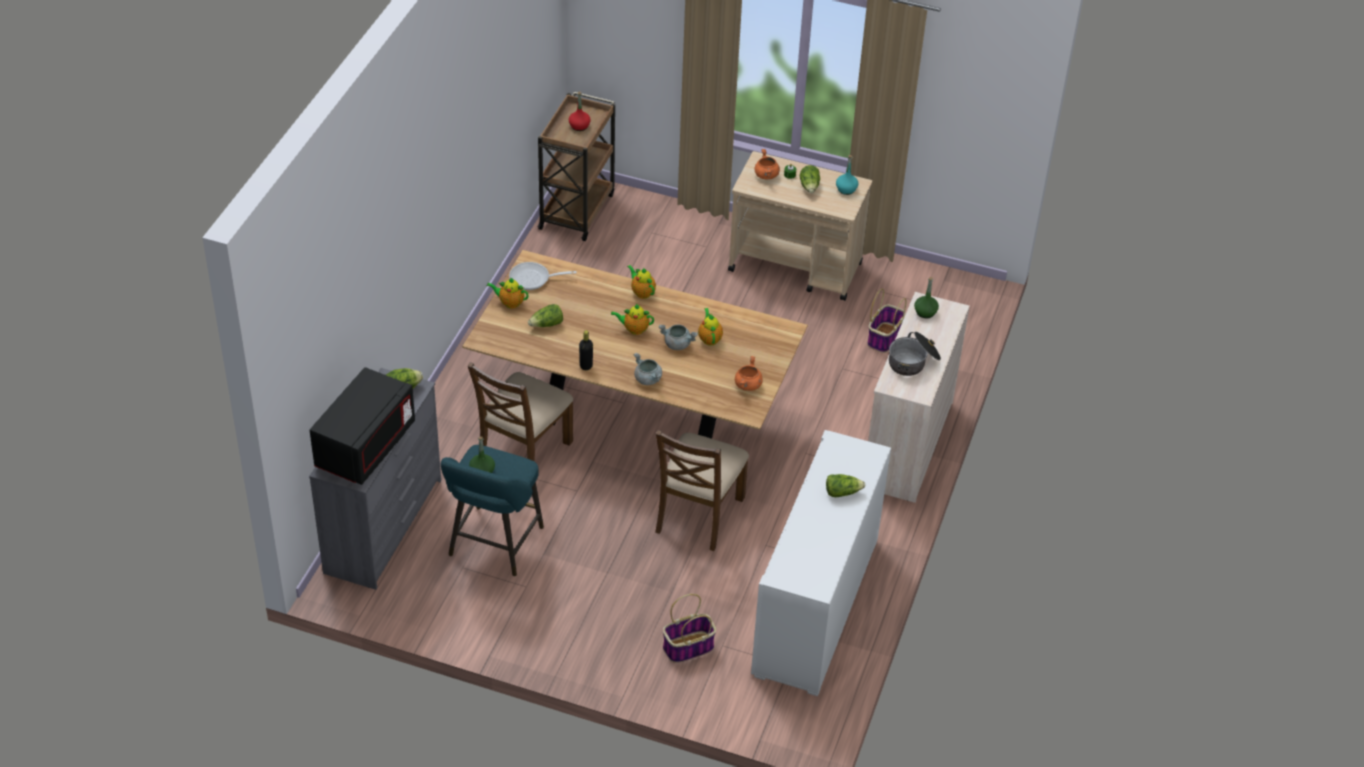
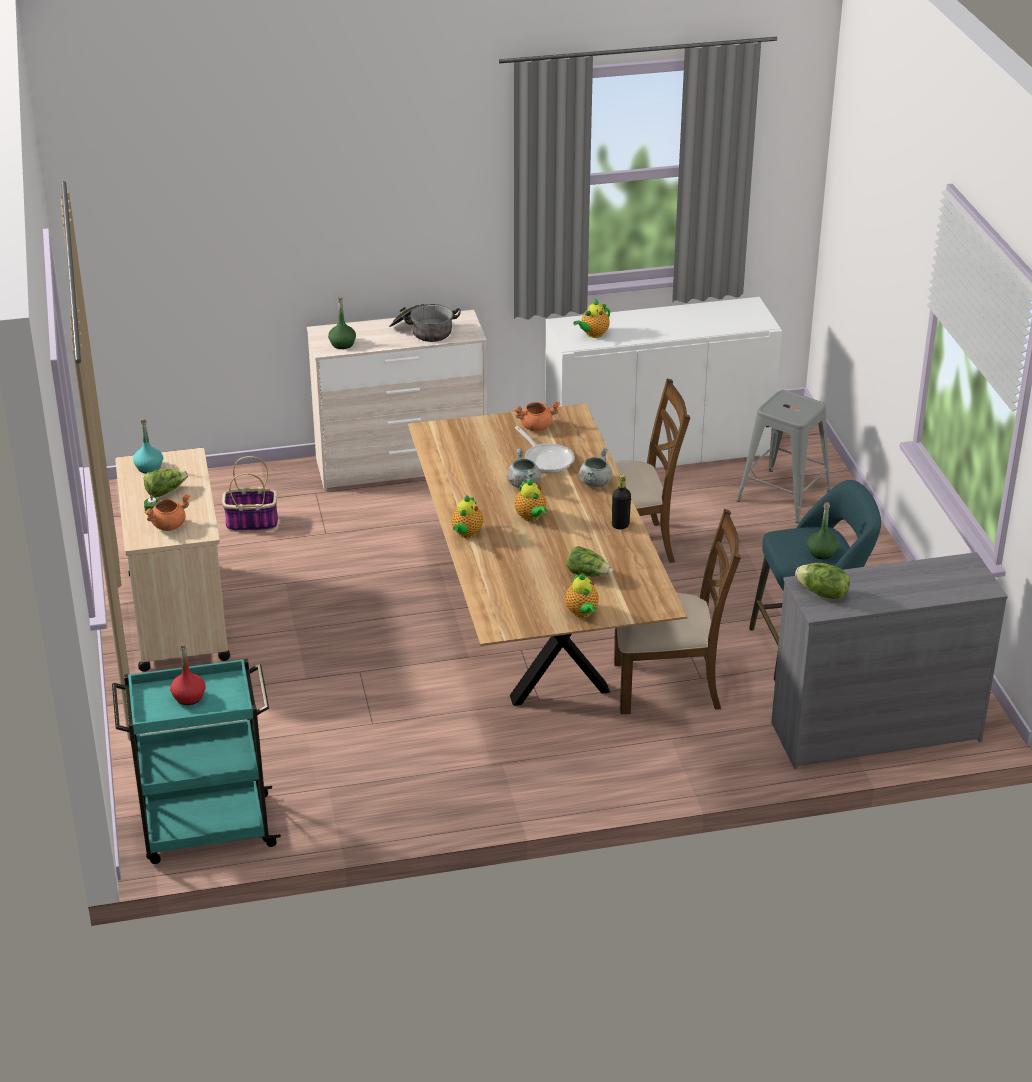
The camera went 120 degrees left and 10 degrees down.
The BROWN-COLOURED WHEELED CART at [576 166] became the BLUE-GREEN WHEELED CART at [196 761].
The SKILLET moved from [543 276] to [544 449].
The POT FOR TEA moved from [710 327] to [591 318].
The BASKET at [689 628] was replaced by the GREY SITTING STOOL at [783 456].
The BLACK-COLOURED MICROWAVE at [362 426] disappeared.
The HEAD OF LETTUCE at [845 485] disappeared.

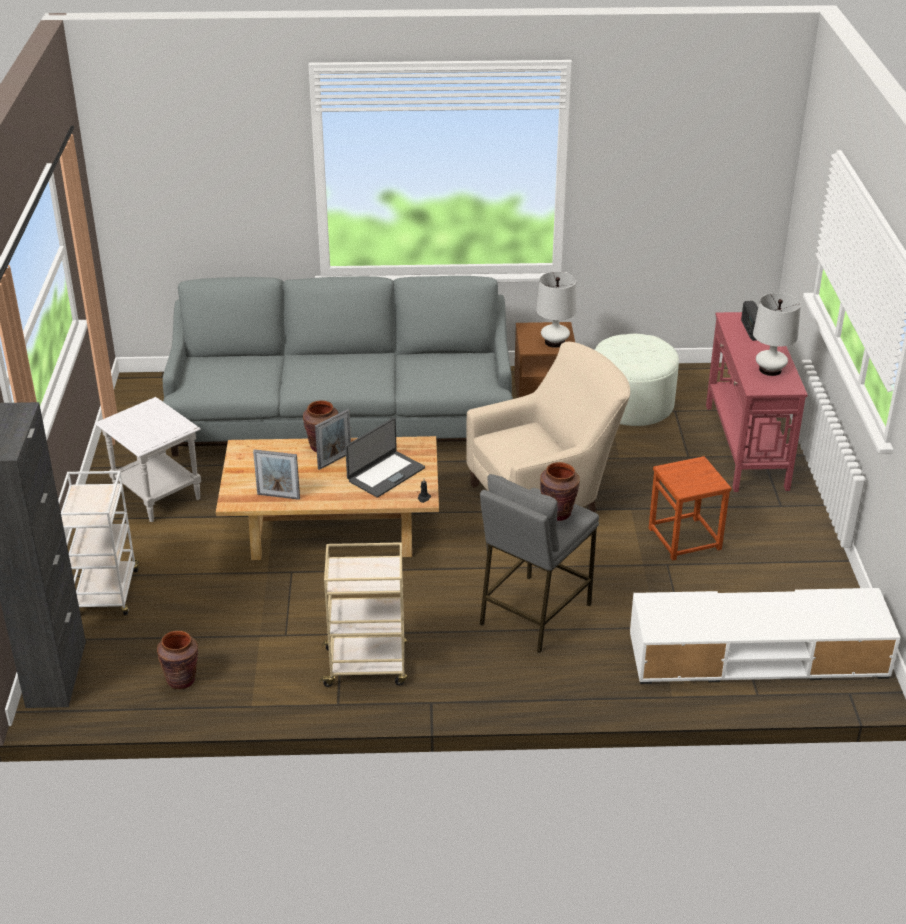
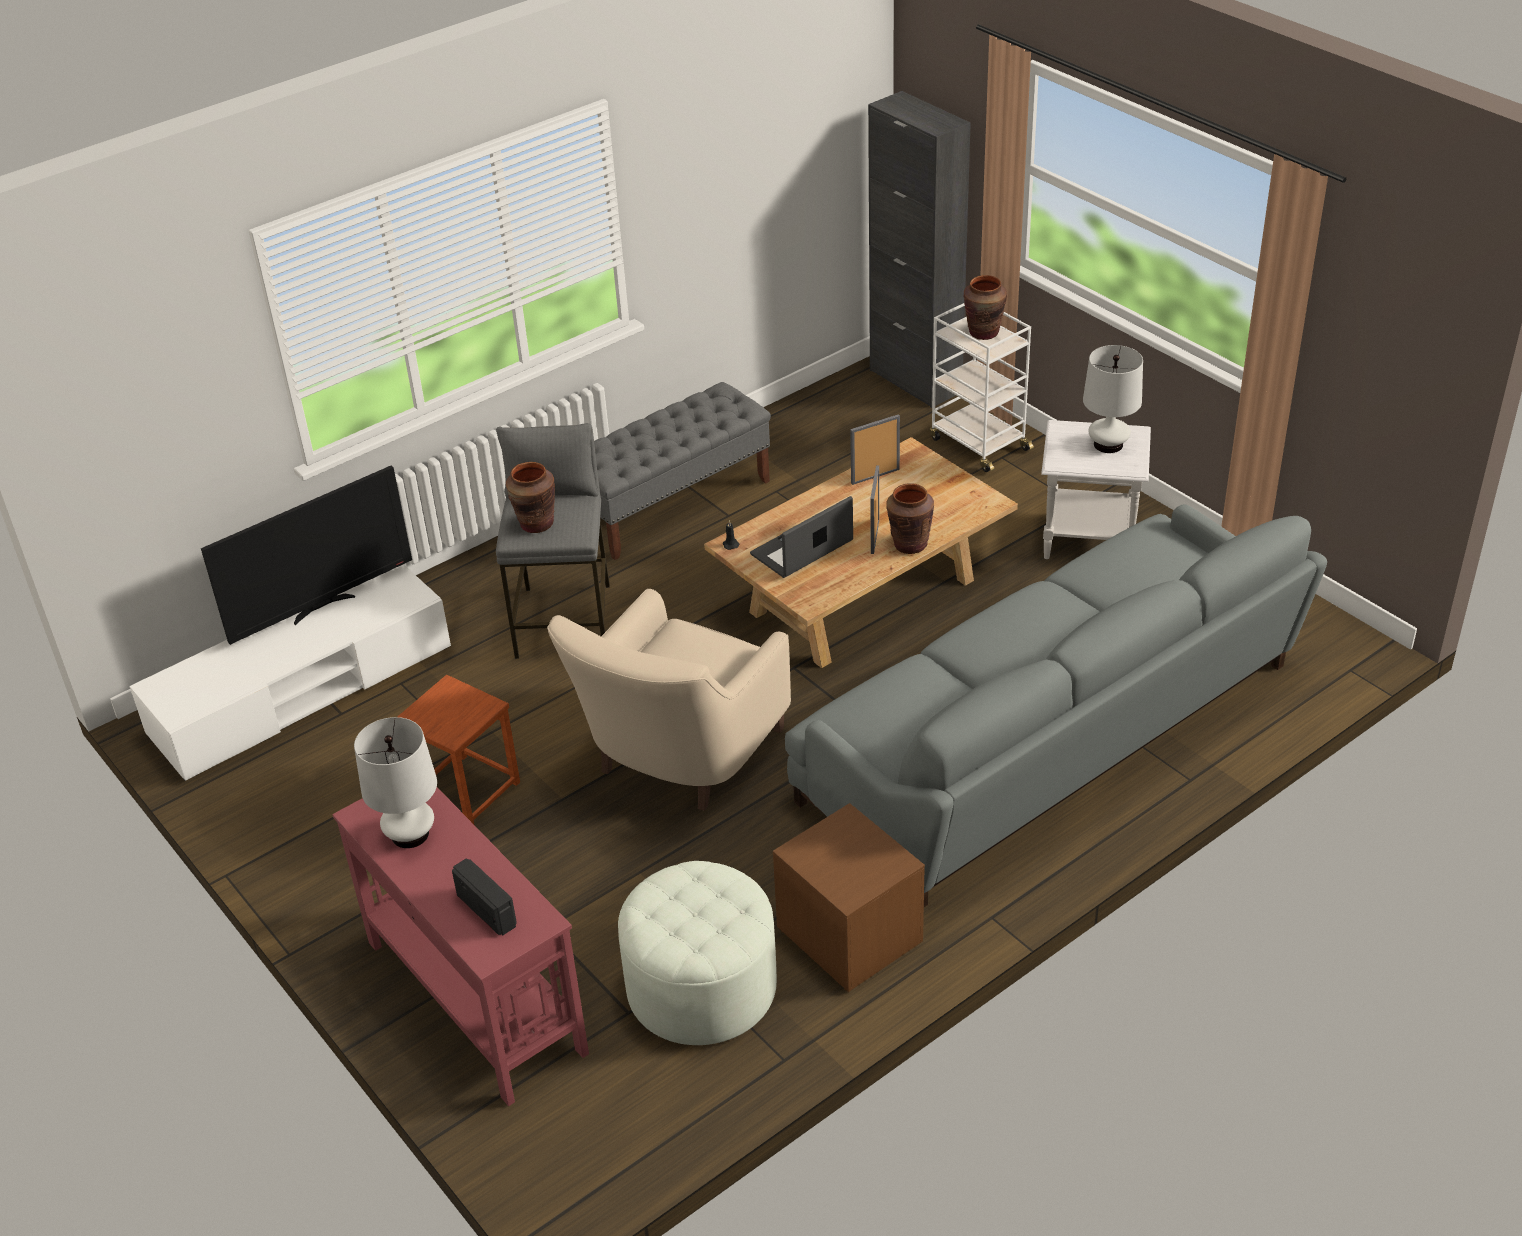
The camera went 145 degrees right and 5 degrees up.
The TV SET at [306 555] appeared.
The BEIGE WHEELED CART at [363 614] was replaced by the GREY LONG SEAT at [682 471].
The LAPTOP at [385 458] turned 45 degrees clockwise.
The BROWN-COLOURED DECORATIVE VASE moved from [177 660] to [985 307].
The WHITE-COLOURED LAMP FOR A TABLE moved from [556 310] to [1113 399].

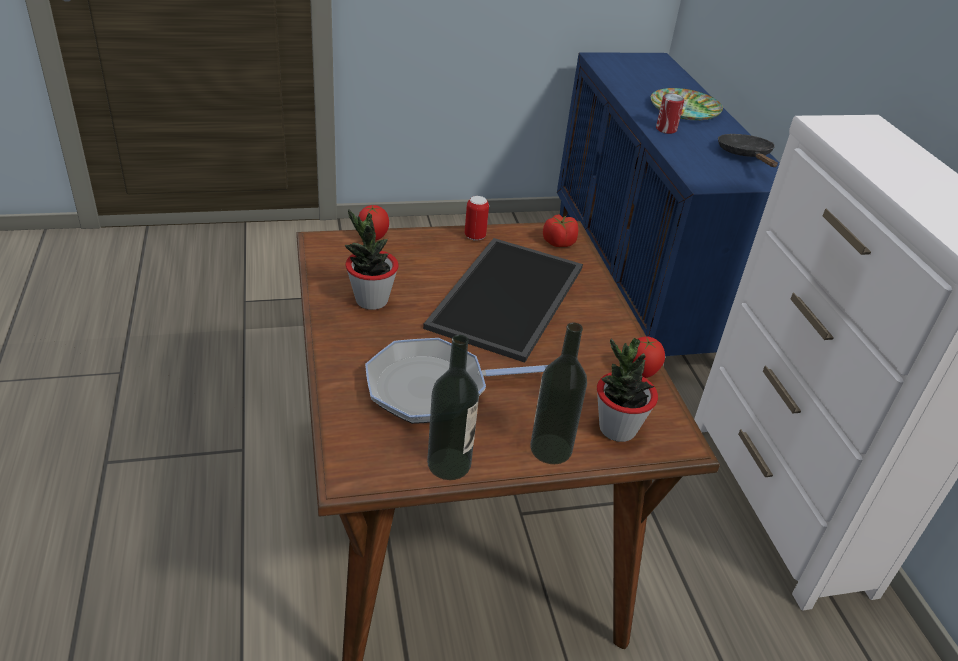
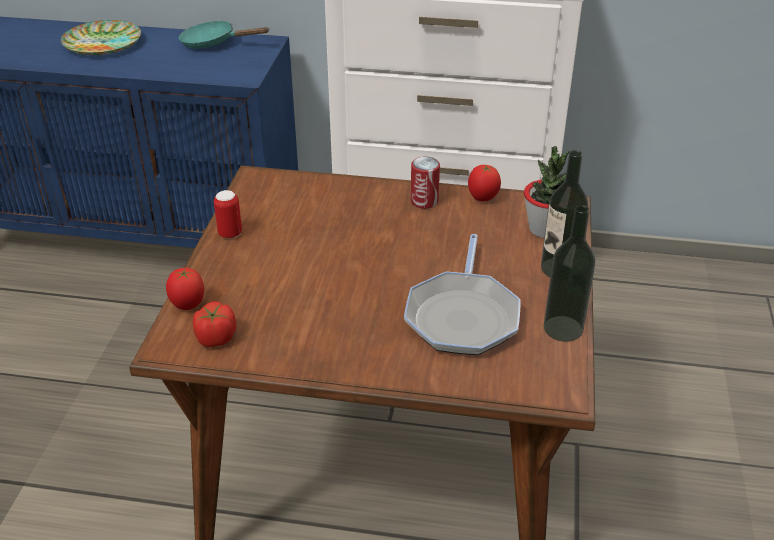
The camera went 65 degrees left and 0 degrees up.
The BLACK-COLOURED SKILLET at [748 150] became the BLUE-GREEN SKILLET at [224 34].
The WHOLE TOMATO moved from [560 230] to [214 324].
The CAN moved from [670 113] to [425 182].
The HOUSEPLANT at [372 259] disappeared.
The CARRYING TRAY at [503 300] disappeared.

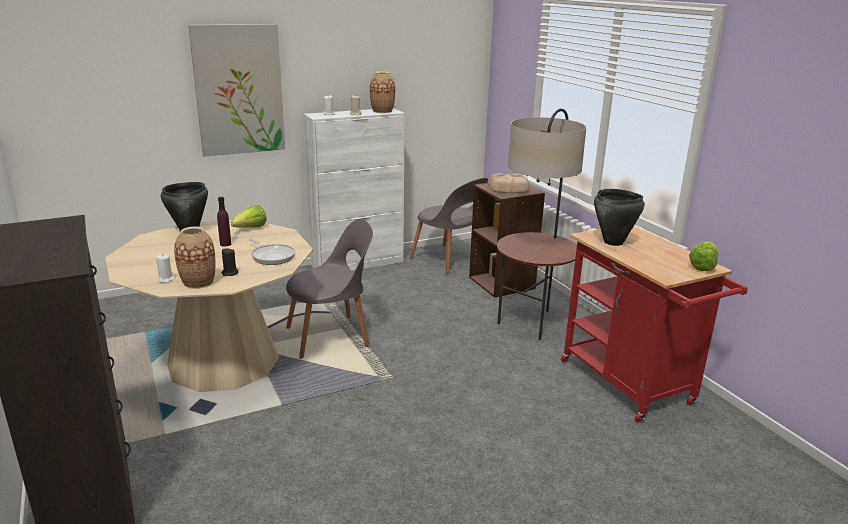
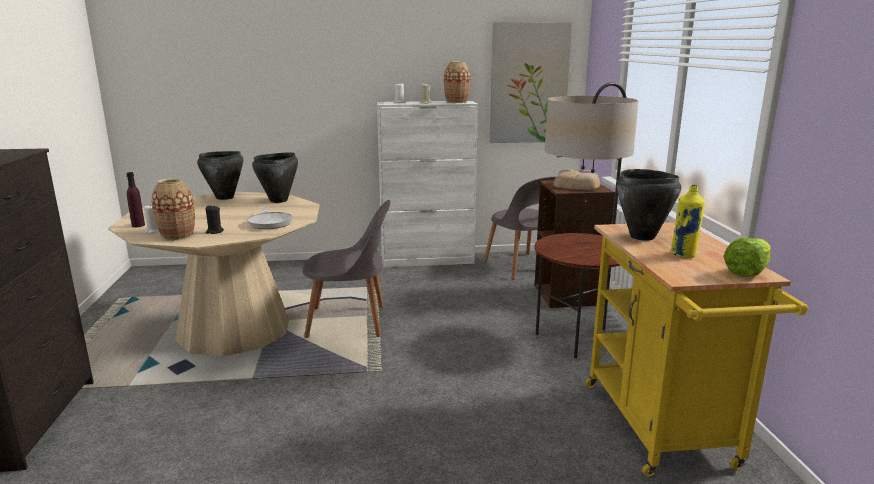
The camera went 20 degrees right and 5 degrees down.
The PURPLE-COLOURED BOTTLE moved from [224 222] to [135 199].
The HEAD OF LETTUCE at [249 216] was replaced by the BLACK-COLOURED COOKING POT at [275 177].
The WALL ART moved from [236 90] to [531 82].
The RED-COLOURED WHEELED CART at [654 324] became the YELLOW-COLOURED WHEELED CART at [696 349].
The YELLOW-COLOURED BOTTLE at [688 221] appeared.

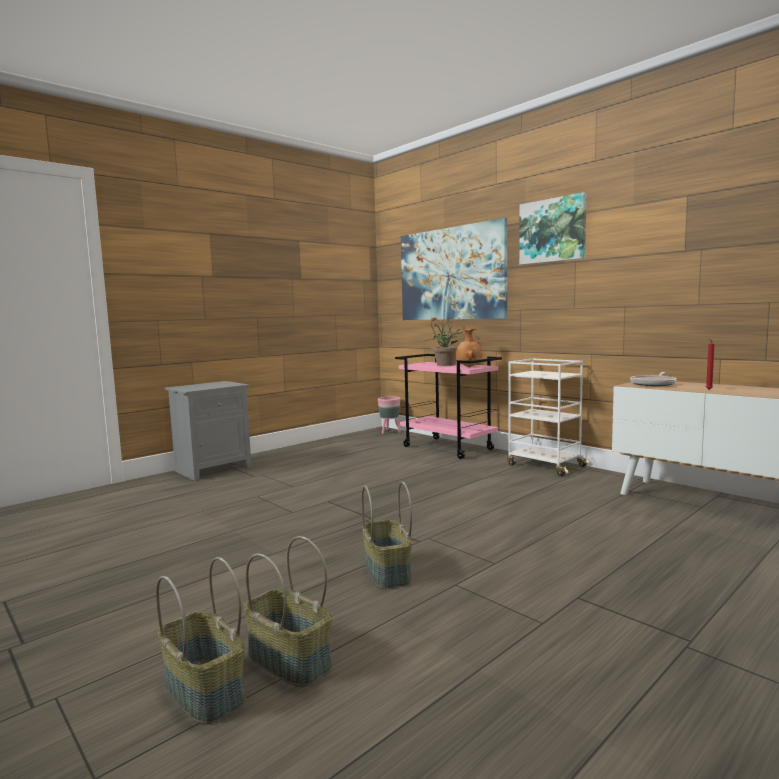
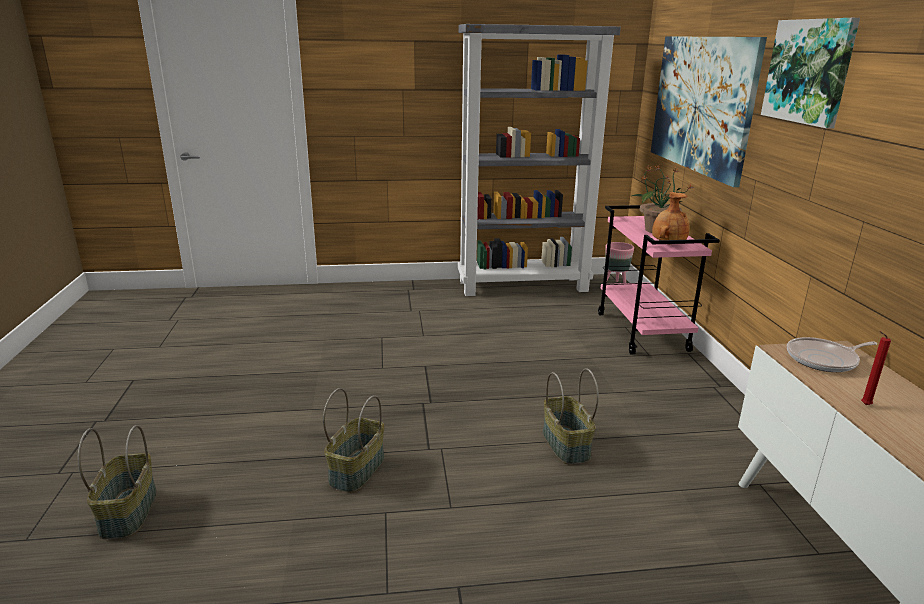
The camera went 35 degrees right and 15 degrees up.
The GREY BOOKCASE at [539 160] appeared.
The BASKET moved from [287 611] to [571 416].
The GREY BEDSIDE TABLE at [208 431] disappeared.
The WHITE-COLOURED WHEELED CART at [548 417] disappeared.

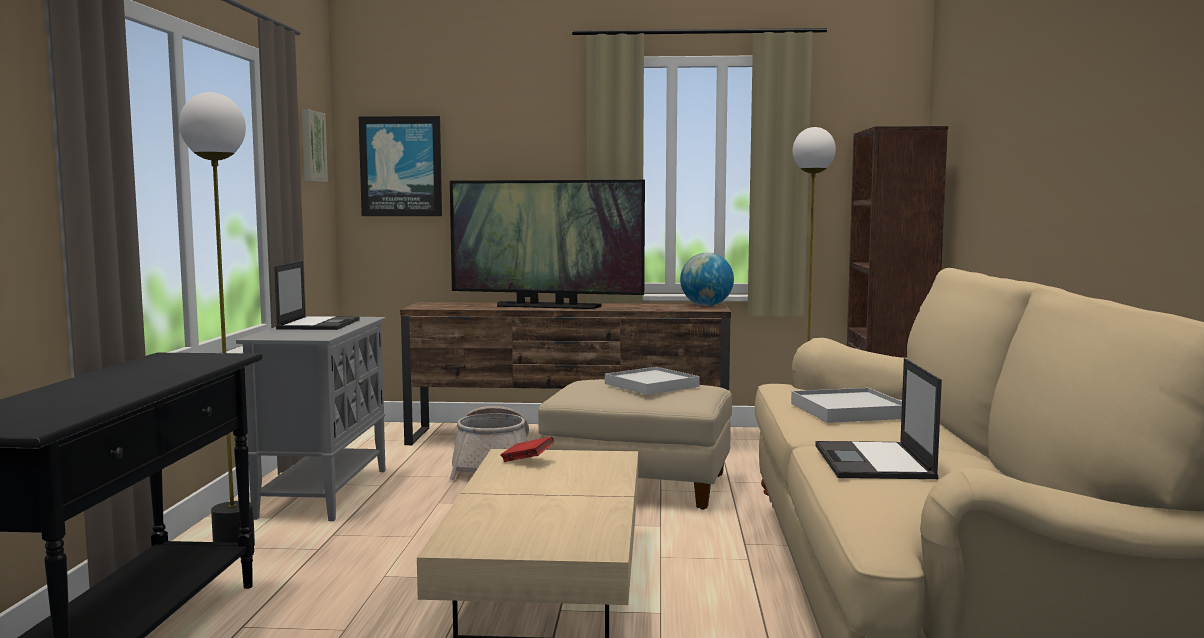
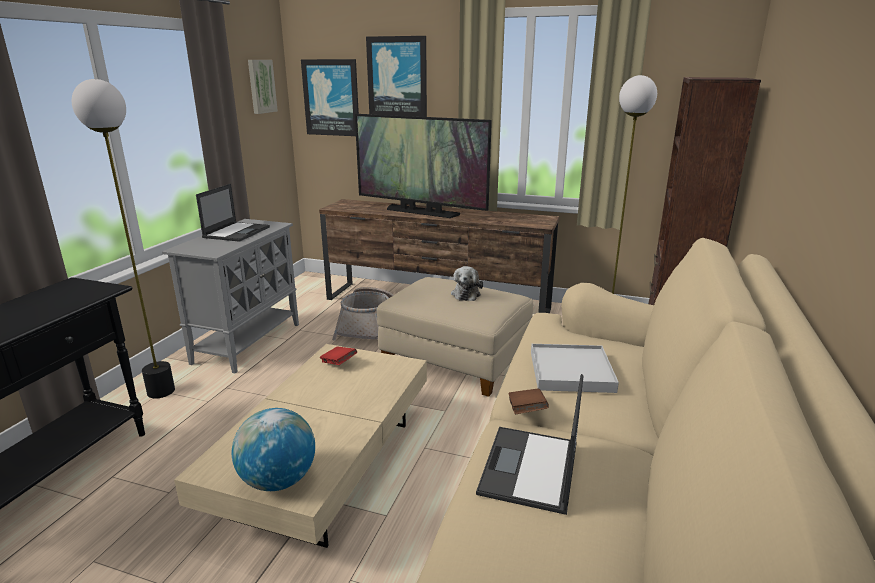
The camera went 15 degrees right and 15 degrees up.
The WORLD GLOBE moved from [707 279] to [273 449].
The WALL ART at [396 76] appeared.
The WHITE-COLOURED CARRYING TRAY at [652 381] was replaced by the PLUSH TOY at [467 283].
The BROWN-COLOURED VOLUME at [528 401] appeared.

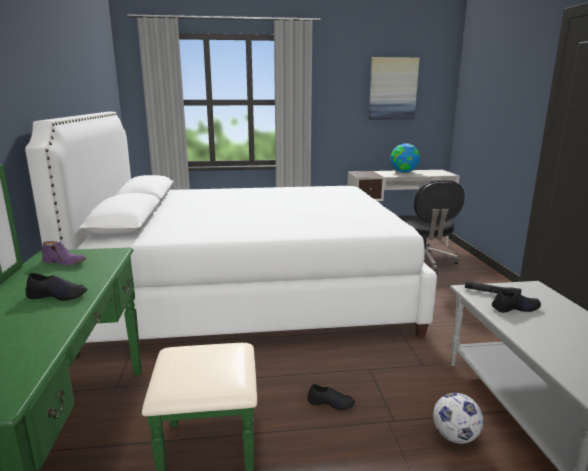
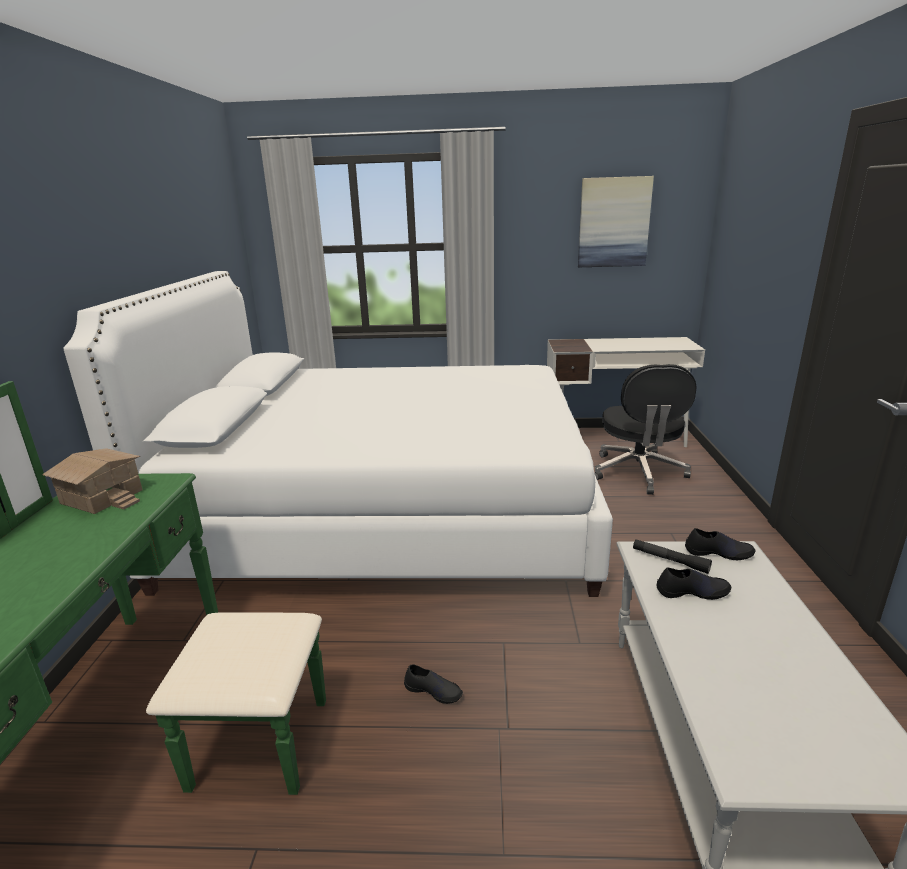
The camera went 10 degrees right and 5 degrees up.
The PURPLE-COLOURED ITEM OF FOOTWEAR at [64 253] was replaced by the MODEL HOUSE at [92 481].
The BLACK-COLOURED ITEM OF FOOTWEAR moved from [56 287] to [720 544].
The WORLD GLOBE at [405 158] disappeared.
The FOOTBALL at [458 418] disappeared.

